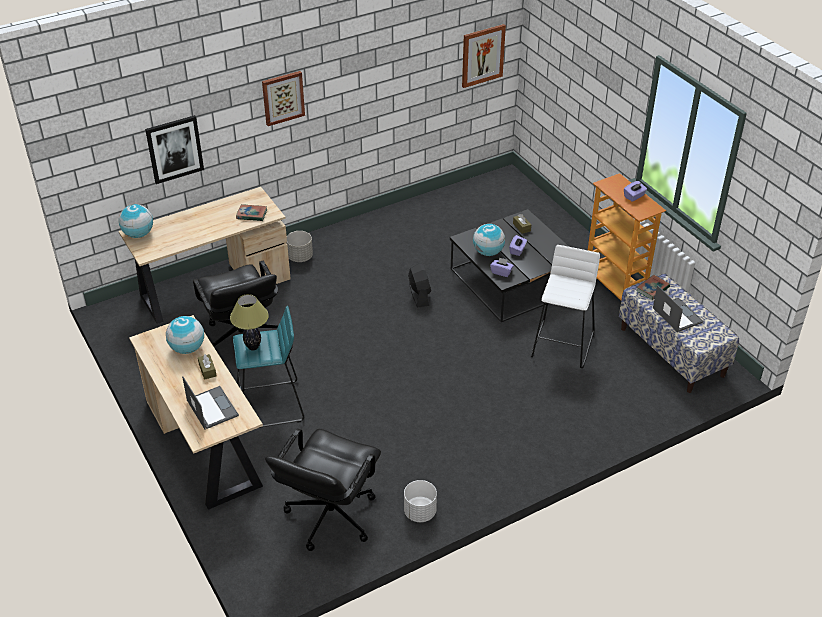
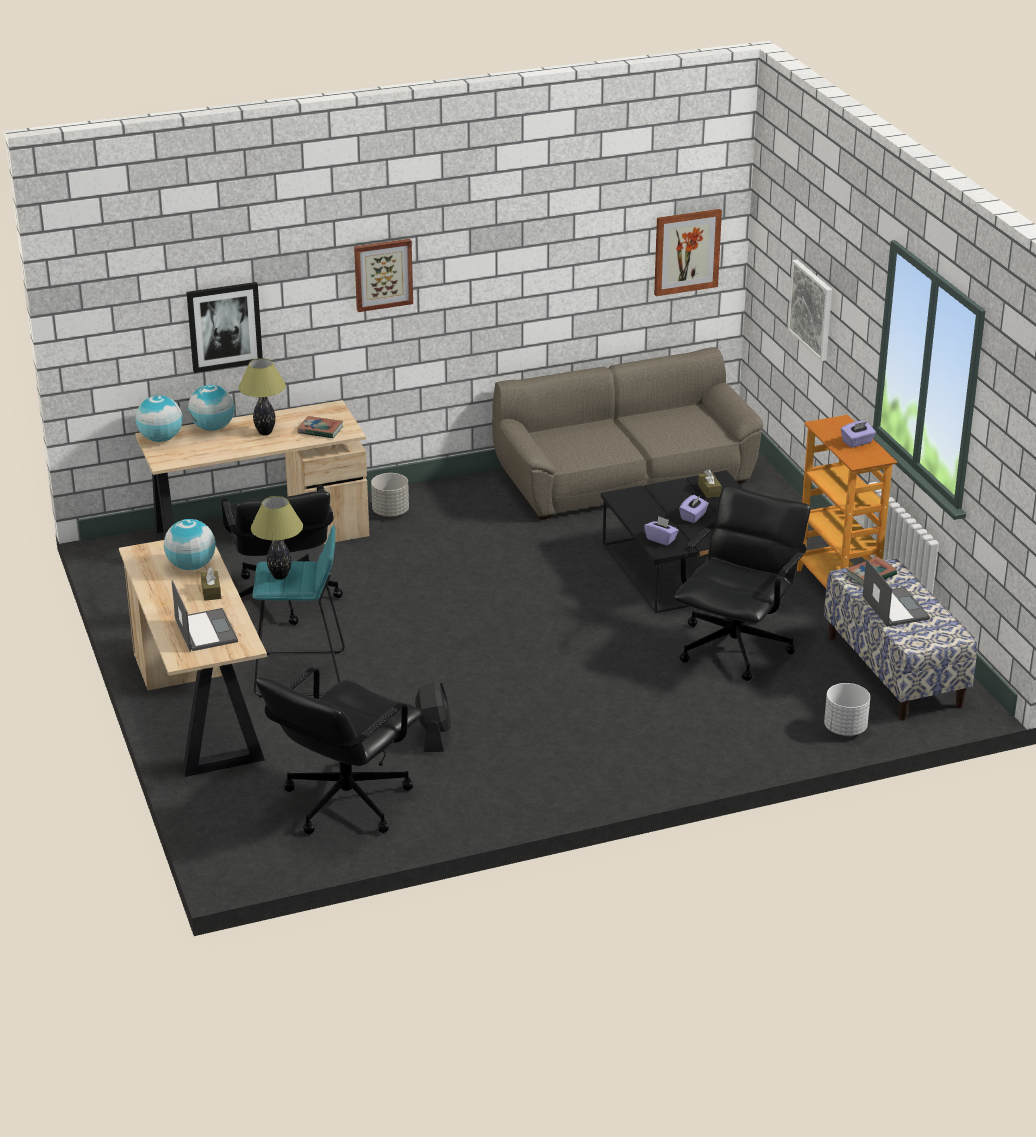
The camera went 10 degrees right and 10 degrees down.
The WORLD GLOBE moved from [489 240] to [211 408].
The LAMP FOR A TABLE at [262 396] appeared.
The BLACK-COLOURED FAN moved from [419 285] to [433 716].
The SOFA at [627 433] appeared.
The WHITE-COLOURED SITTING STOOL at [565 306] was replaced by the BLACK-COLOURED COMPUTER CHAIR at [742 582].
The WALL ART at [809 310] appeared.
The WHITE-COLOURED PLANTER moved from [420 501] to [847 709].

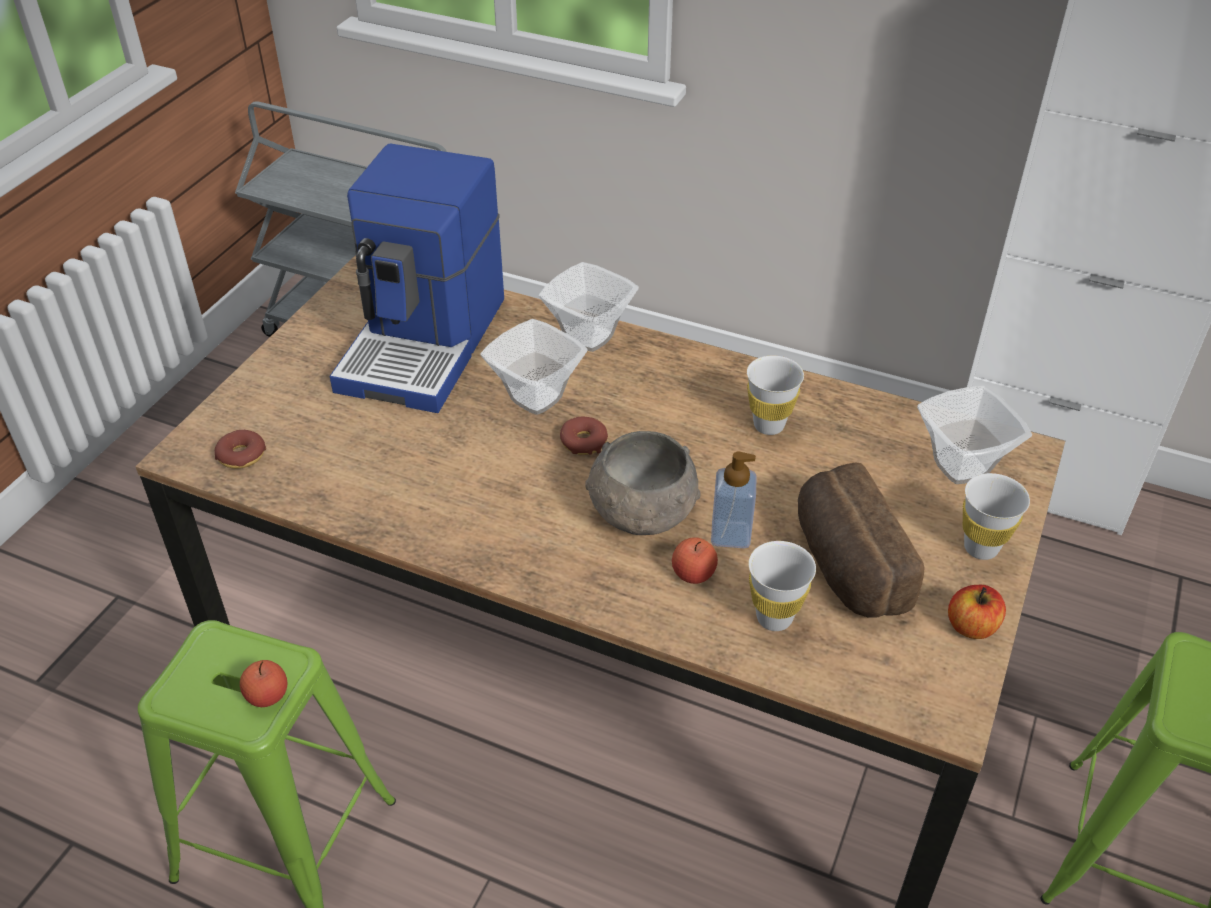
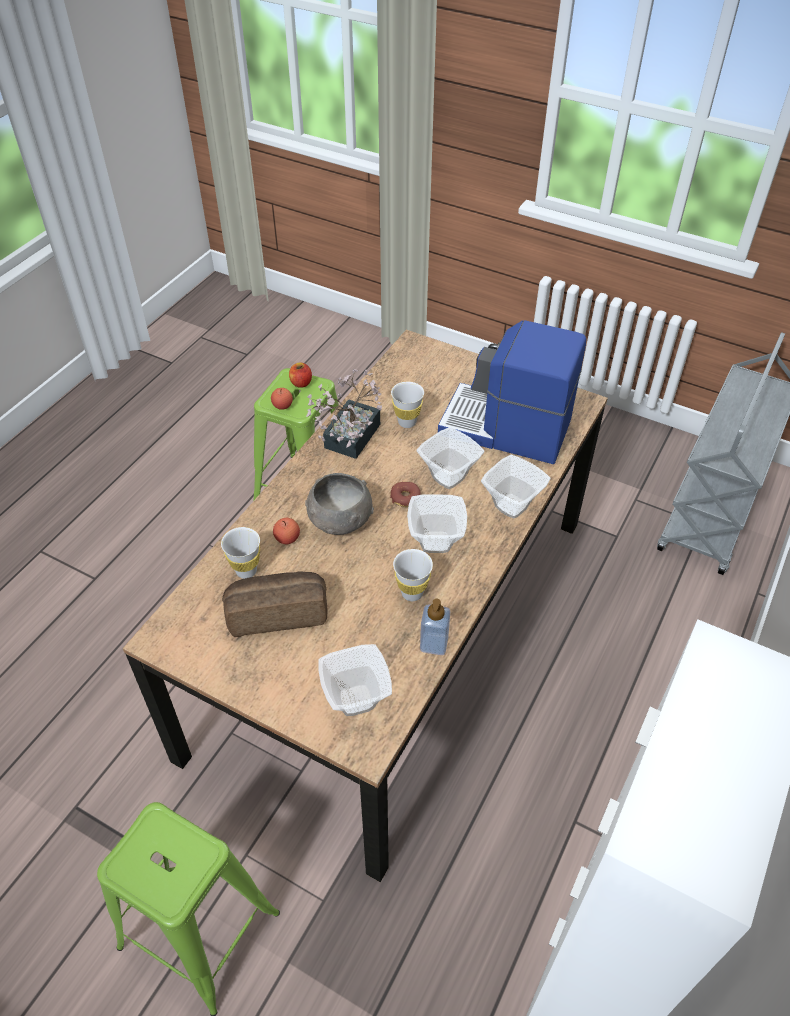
The camera went 95 degrees right and 5 degrees up.
The APPLE moved from [977 612] to [300 375].
The HOUSEPLANT at [344 414] appeared.
The WHITE-COLOURED DRINKING CUP moved from [996 516] to [407 405].
The BOWL at [437 523] appeared.
The SOAP DISPENSER moved from [734 500] to [435 627].
The RING DOUGHNUT at [240 449] disappeared.

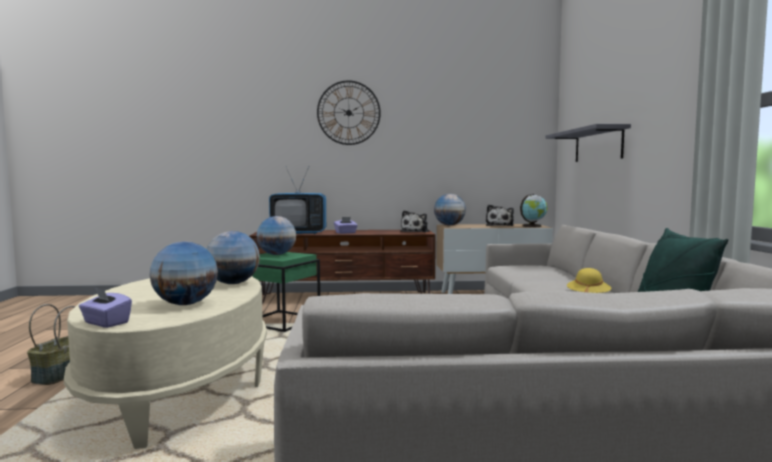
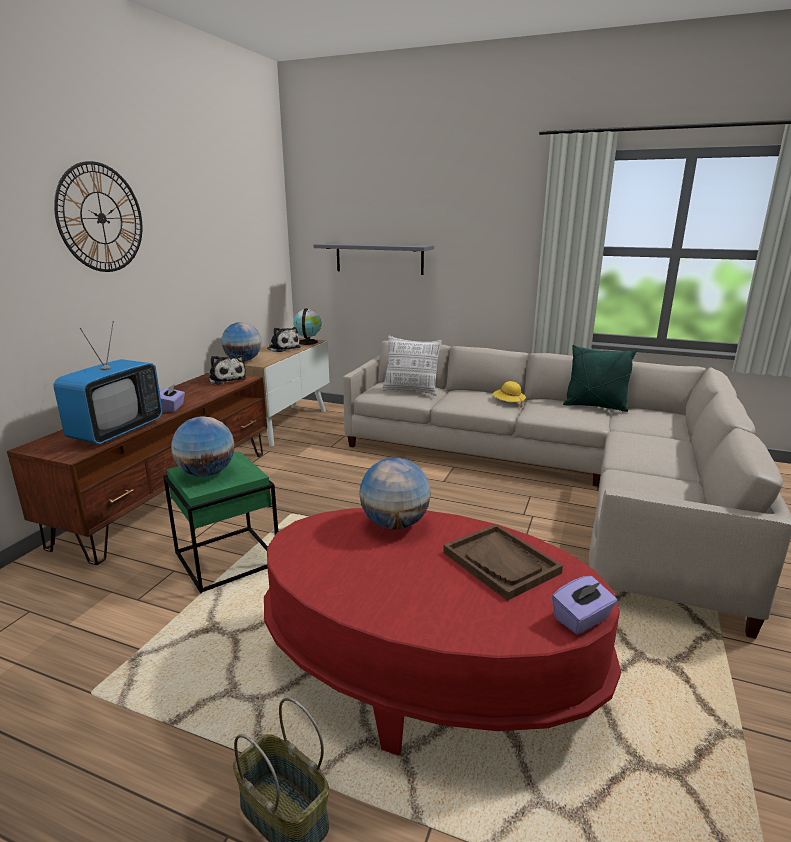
The camera went 65 degrees left and 15 degrees up.
The BEIGE LOW TABLE at [165 362] became the RED-COLOURED LOW TABLE at [442 632].
The CUSHION at [412 366] appeared.
The WORLD GLOBE at [183 273] was replaced by the BROWN-COLOURED CARRYING TRAY at [503 562].

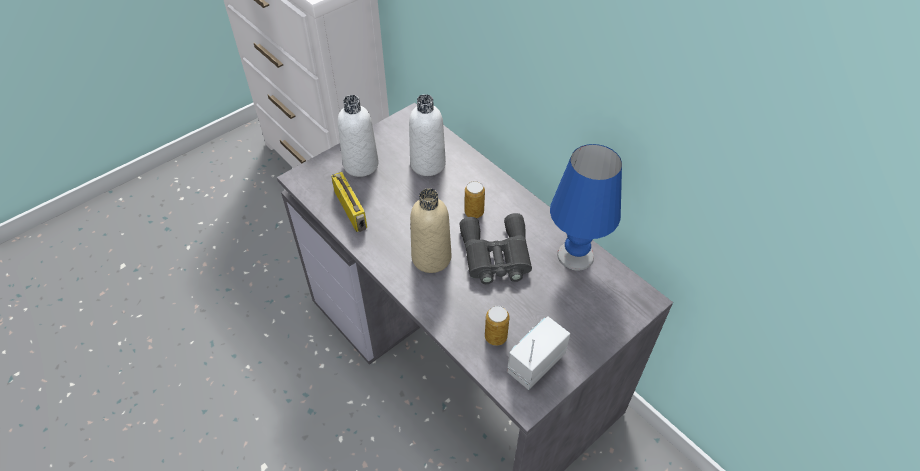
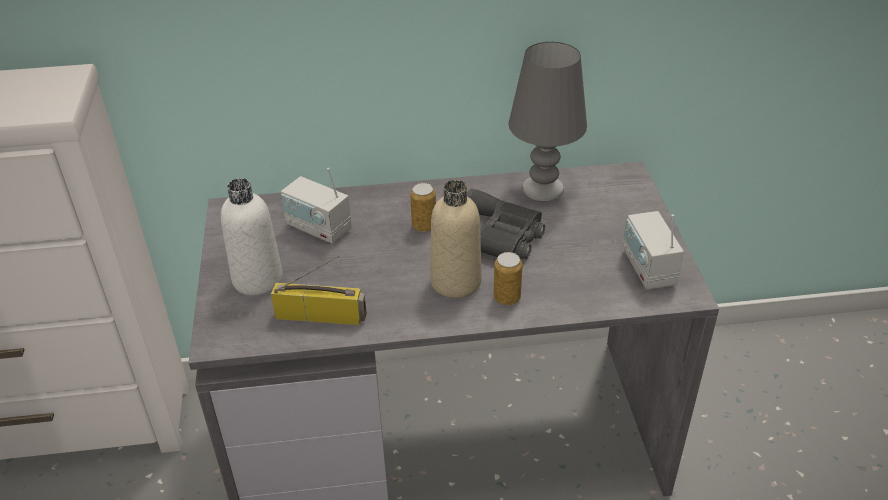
The camera went 55 degrees left and 10 degrees down.
The WHITE-COLOURED BOTTLE at [427 135] was replaced by the RADIO RECEIVER at [316 206].
The CAN moved from [497 326] to [508 278].
The BLUISH LAMP FOR A TABLE at [586 207] became the GREY LAMP FOR A TABLE at [547 121].

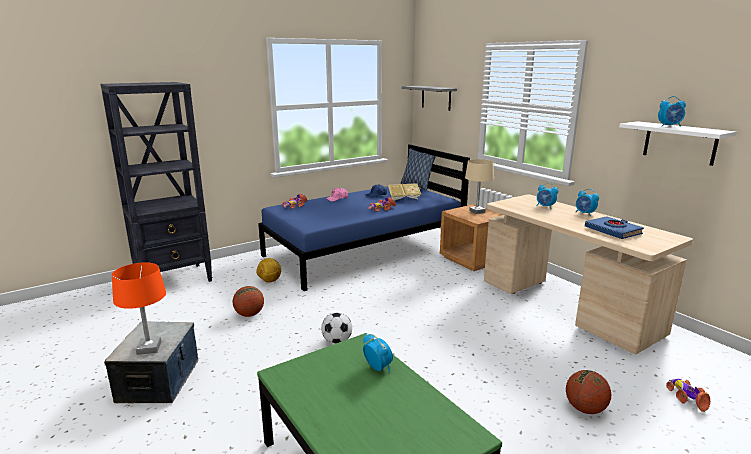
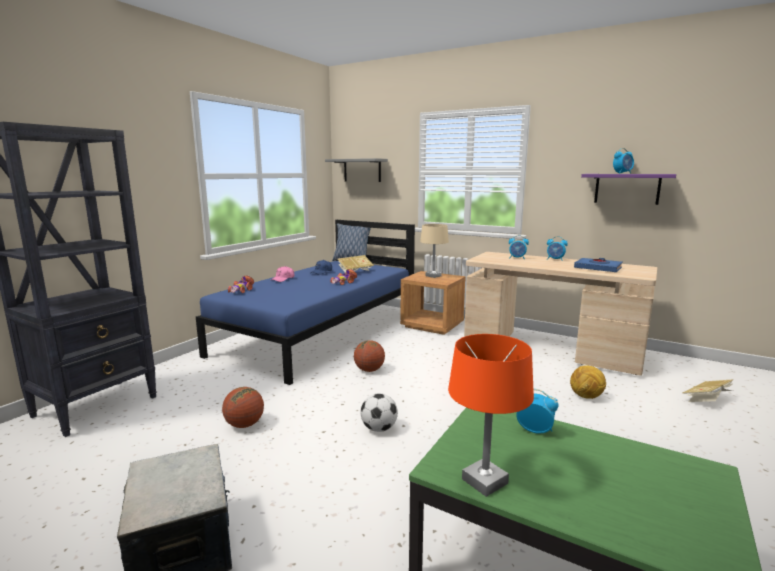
The camera went 25 degrees left and 5 degrees down.
The BALL FOR BASKETBALL moved from [588 392] to [369 356].
The ORANGEY LAMP FOR A TABLE moved from [139 308] to [491 415].
The FOOTBALL moved from [268 270] to [588 382].
The WHITE-COLOURED WALL SHELF at [677 143] became the PURPLE-COLOURED WALL SHELF at [628 189].
The TOY CAR at [688 395] was replaced by the VOLUME at [708 390].

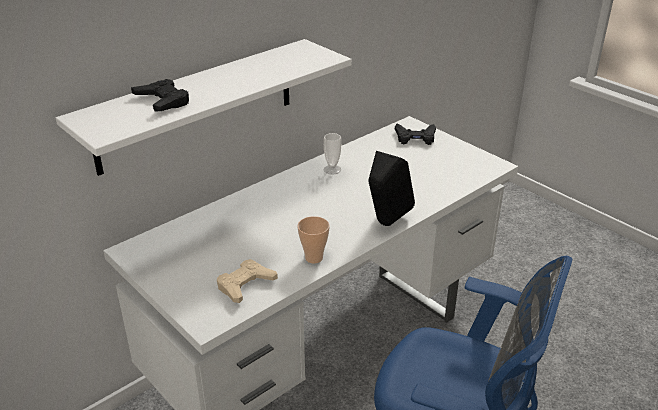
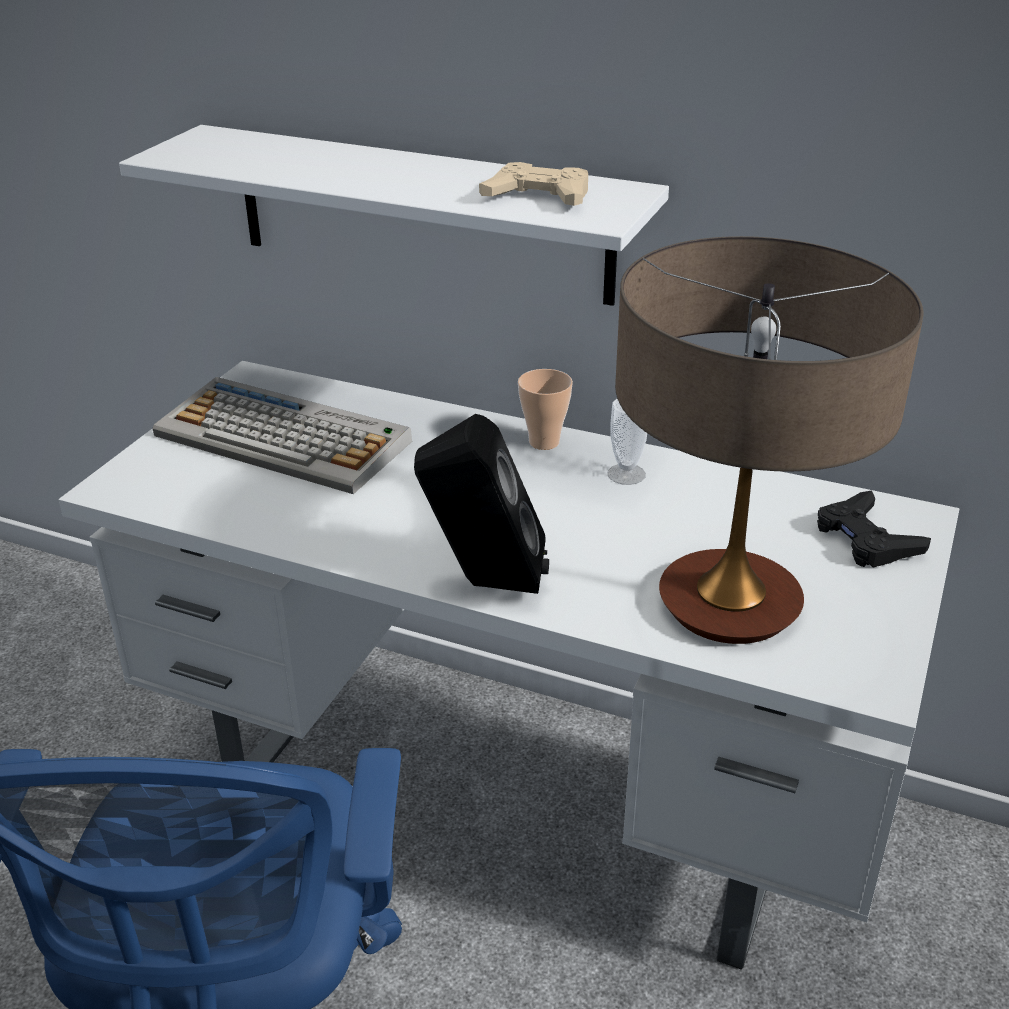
The camera went 65 degrees right and 0 degrees up.
The KEYBOARD at [282 435] appeared.
The BEIGE GAME CONTROLLER moved from [247 281] to [533 184].
The DRINKING CUP moved from [313 239] to [545 409].
The LAMP FOR A TABLE at [769 440] appeared.
The BLACK-COLOURED GAME CONTROLLER at [160 95] disappeared.

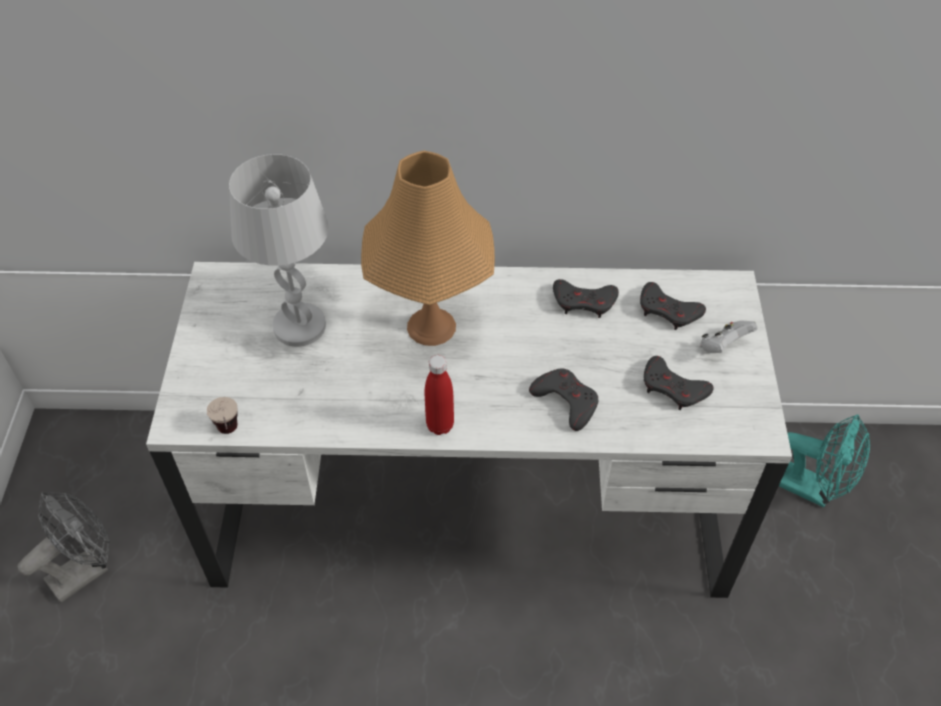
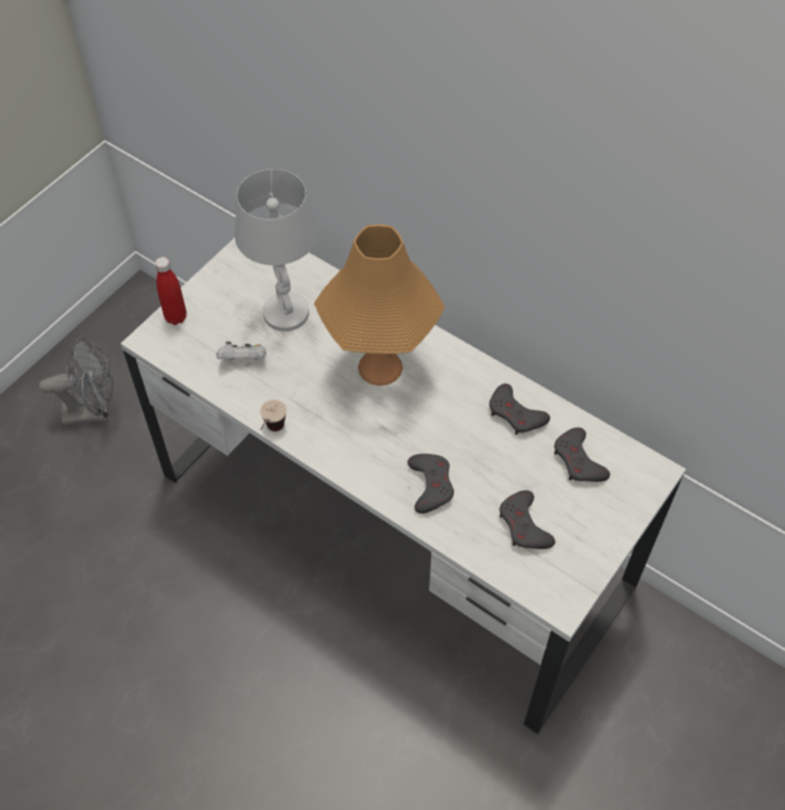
The camera went 35 degrees right and 5 degrees up.
The RED-COLOURED BOTTLE moved from [439 395] to [171 291].
The WHITE-COLOURED GAME CONTROLLER moved from [728 336] to [241 351].
The DRINKING CUP moved from [222 415] to [273 415].
The BLUE-GREEN FAN at [824 461] disappeared.

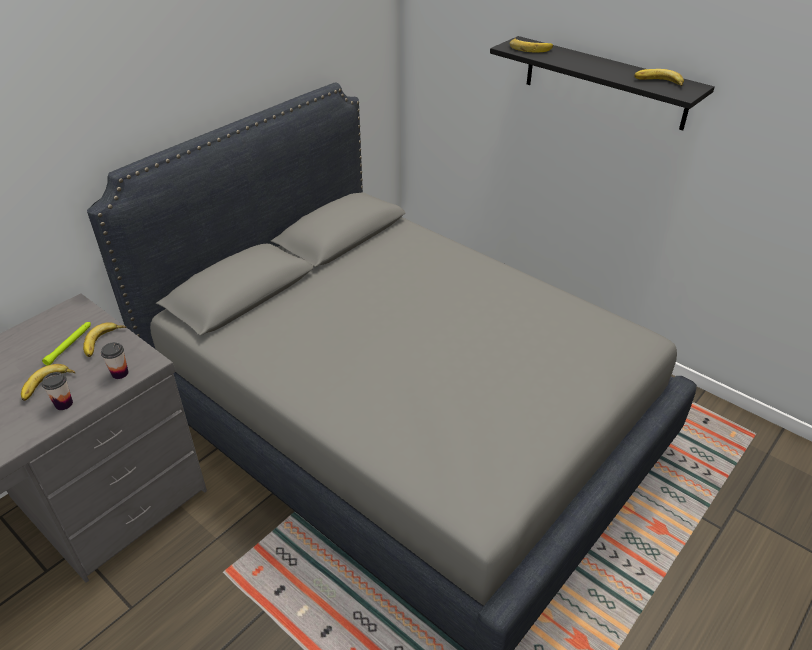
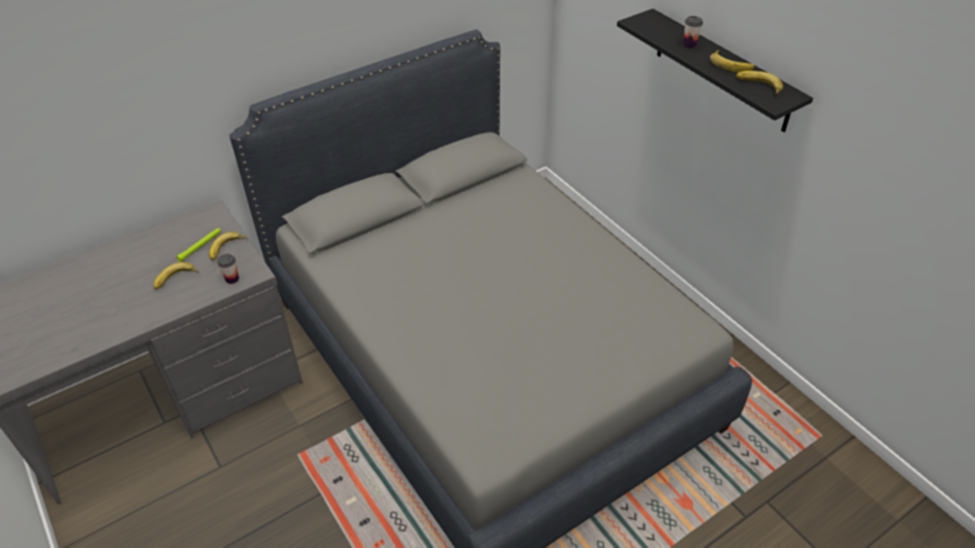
The camera went 15 degrees right and 5 degrees up.
The DRINKING CUP moved from [57 391] to [693 32].
The BANANA FRUIT moved from [531 45] to [732 61].

